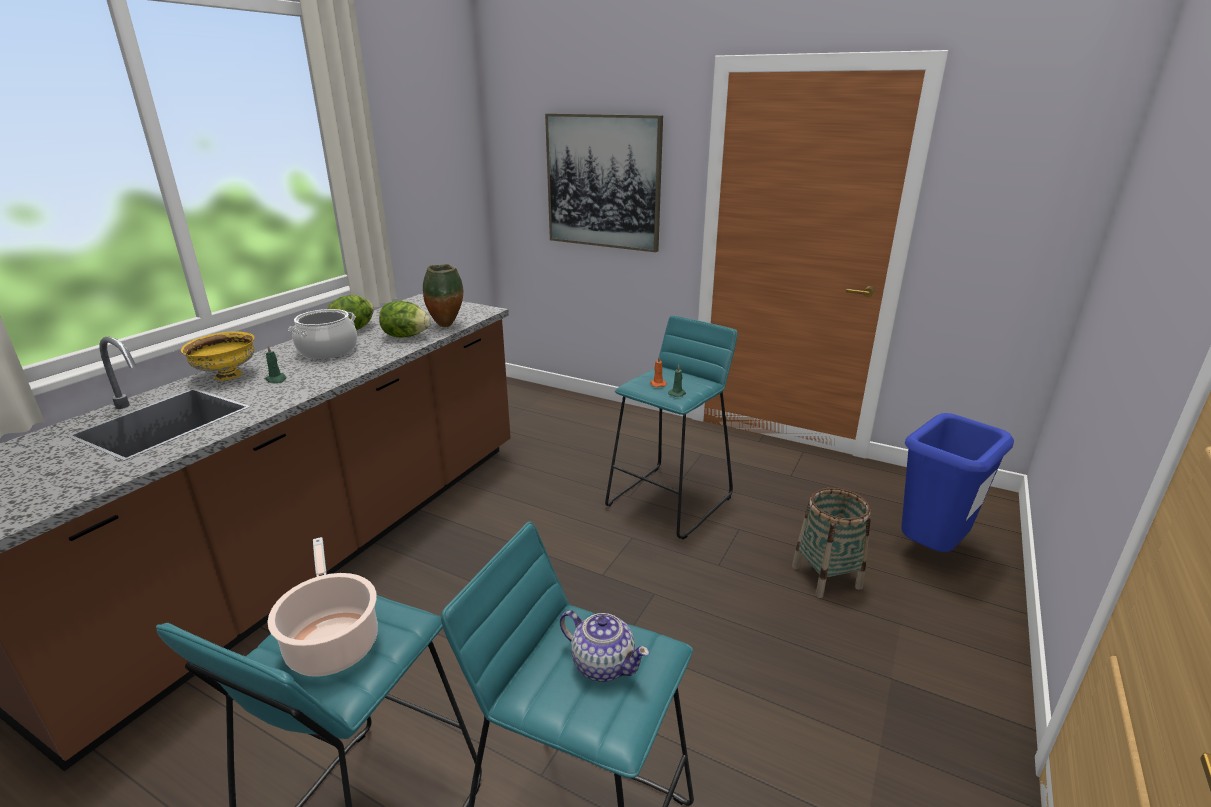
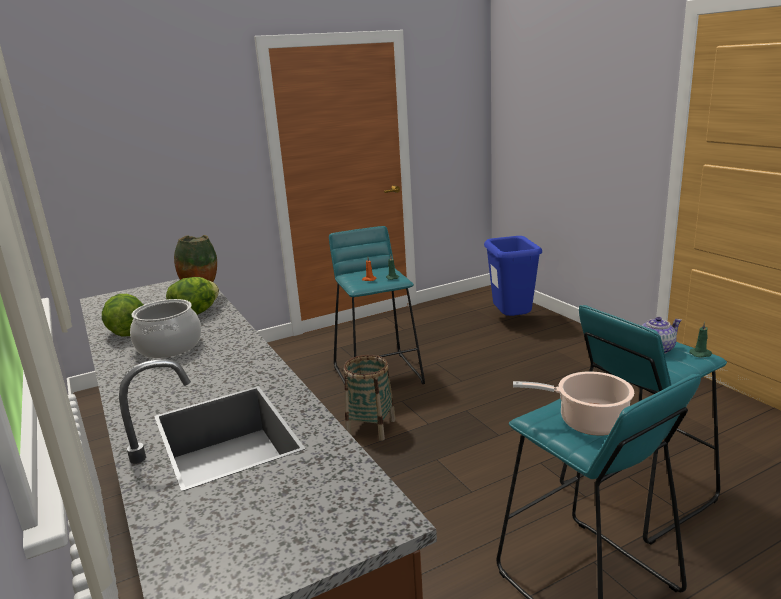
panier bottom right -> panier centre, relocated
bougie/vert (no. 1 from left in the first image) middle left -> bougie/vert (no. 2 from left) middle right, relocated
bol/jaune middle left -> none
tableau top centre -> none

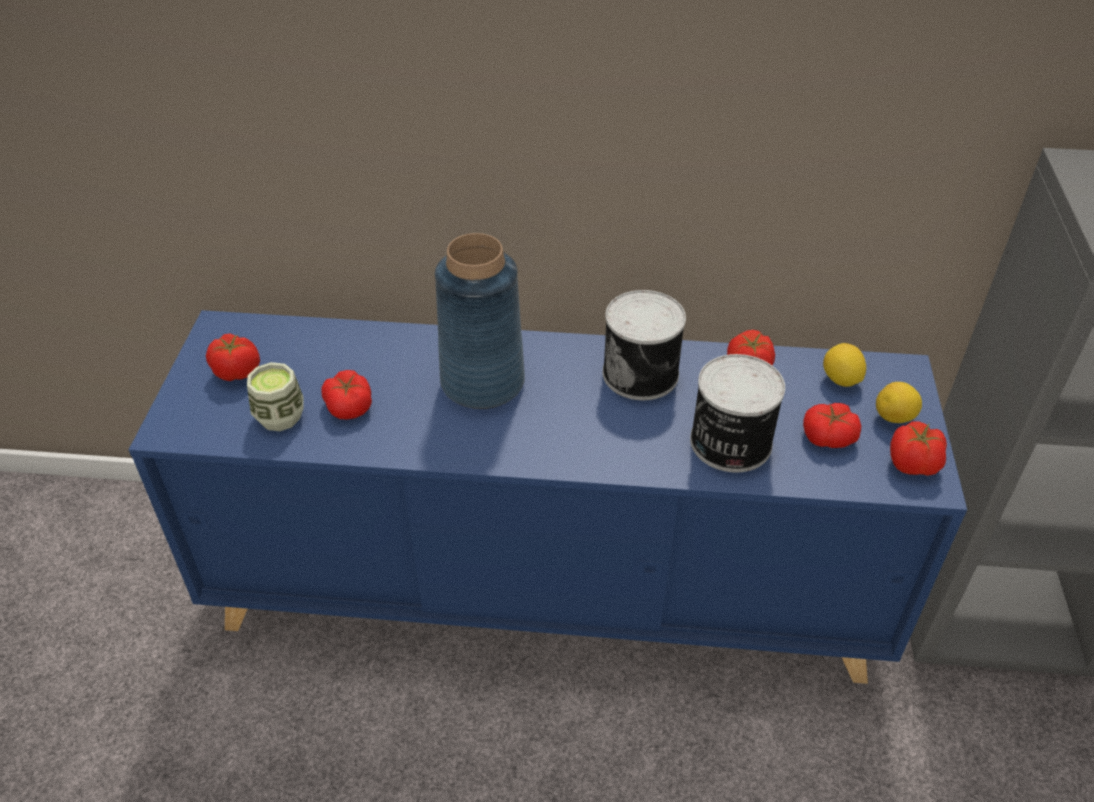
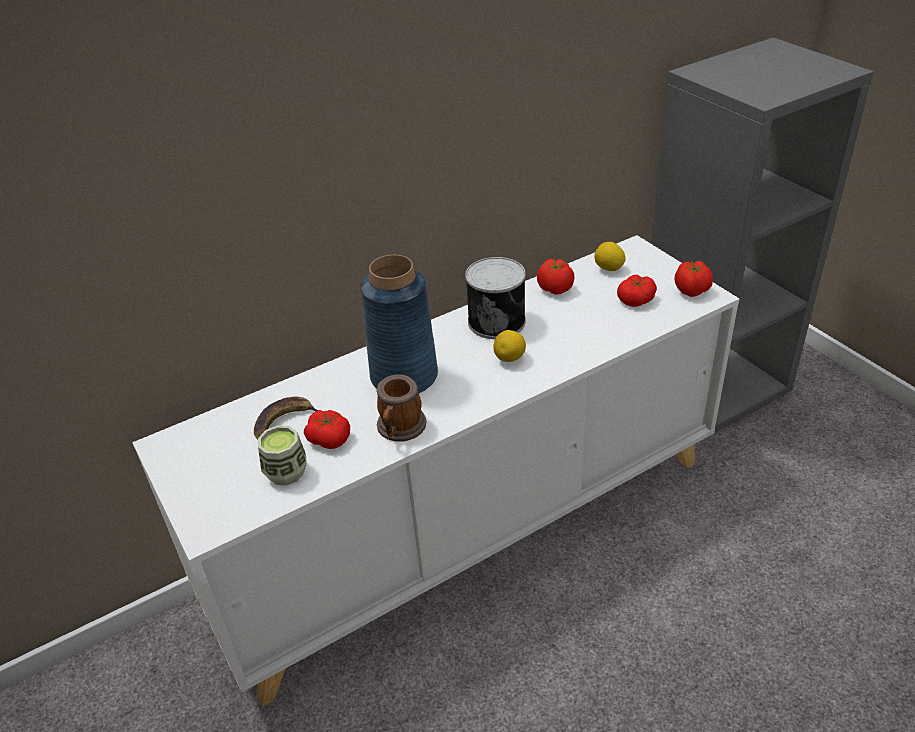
meuble de rangement/bleu centre -> meuble de rangement/blanc centre
none -> banane middle left
none -> mug centre
citron (no. 2 from left in the first image) middle right -> citron (no. 1 from left) centre, relocated
tomate (no. 1 from left) middle left -> none
boîte métallique (no. 2 from left) middle right -> none

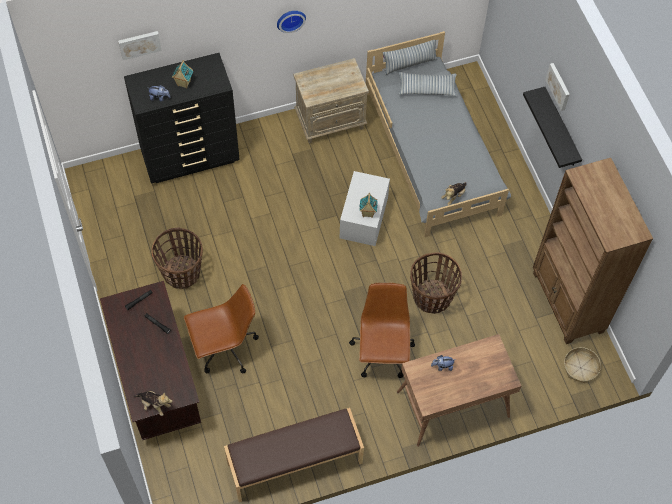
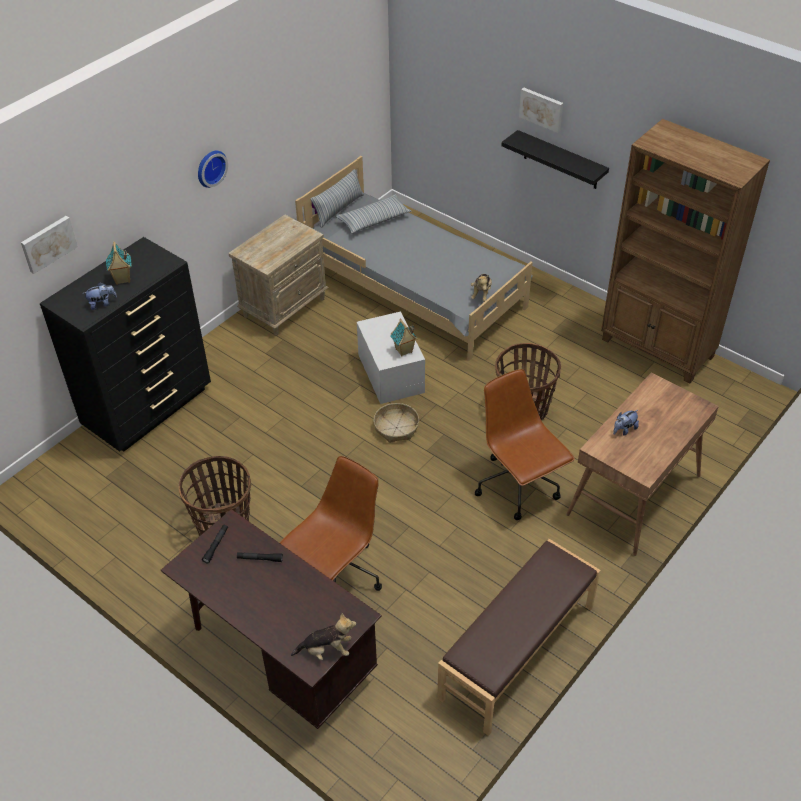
panier (no. 3 from left in the first image) bottom right -> panier (no. 2 from left) centre, relocated

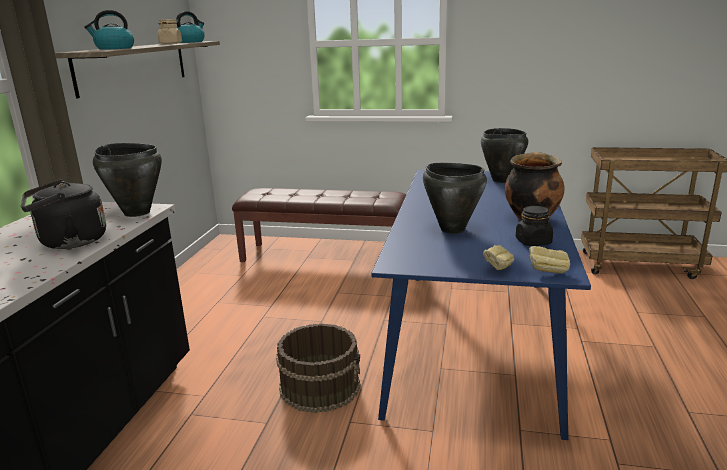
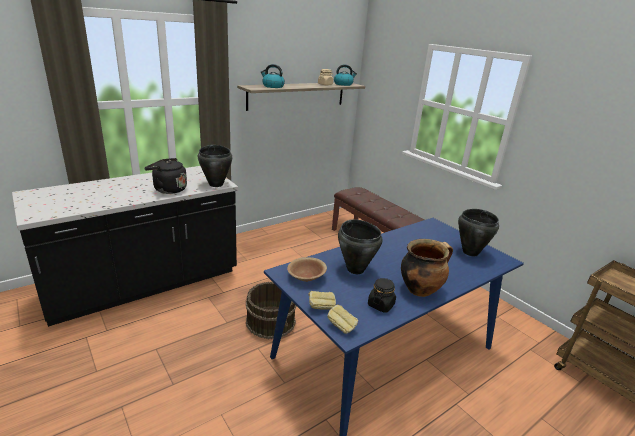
none -> bol/marron centre

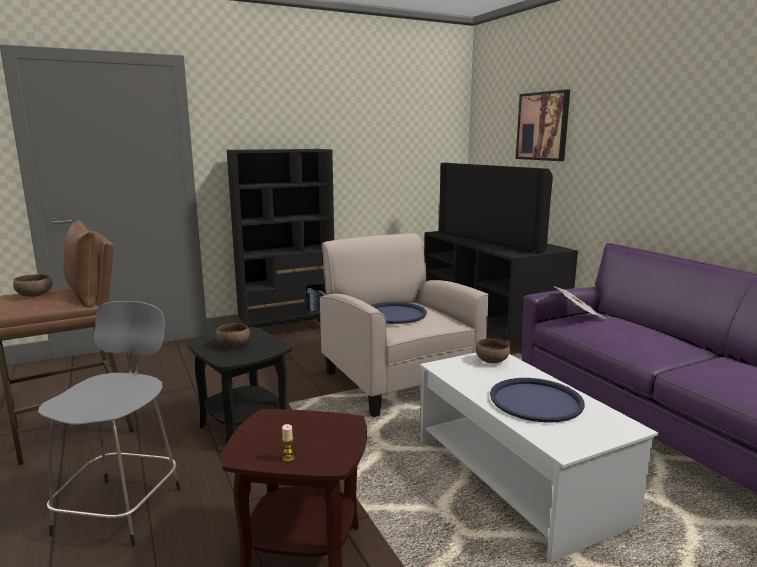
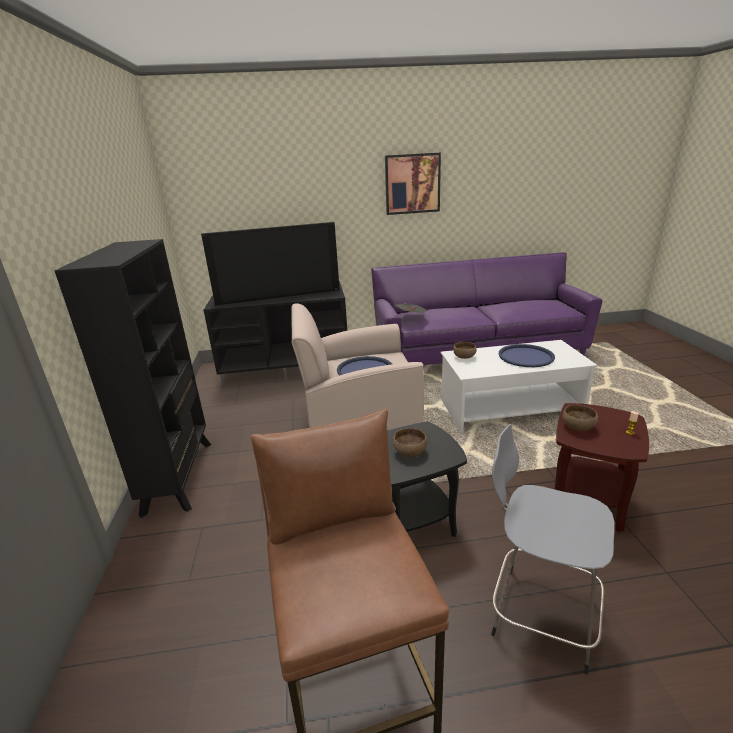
tableau top right -> tableau top centre, relocated
bol/marron (no. 1 from left in the first image) middle left -> bol/marron (no. 3 from left) middle right, relocated

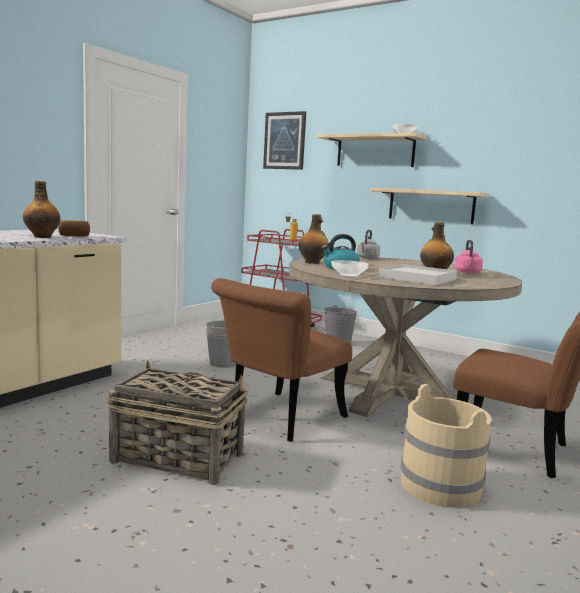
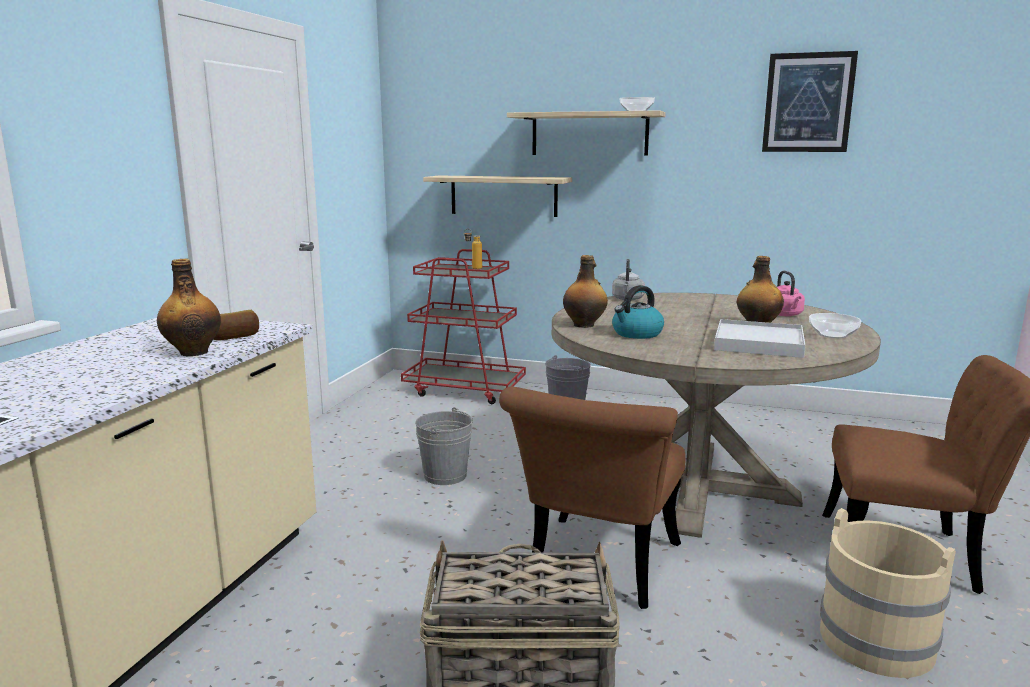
étagère (no. 2 from left in the first image) middle right -> étagère (no. 1 from left) top centre, relocated
tableau top centre -> tableau top right, relocated
bol (no. 1 from left in the first image) centre -> bol (no. 2 from left) middle right, relocated

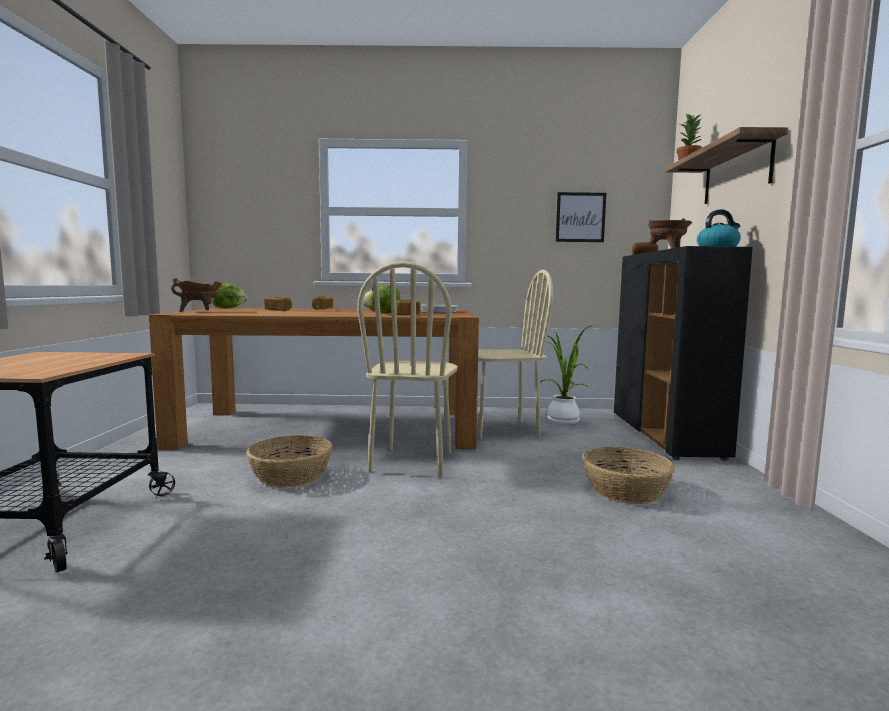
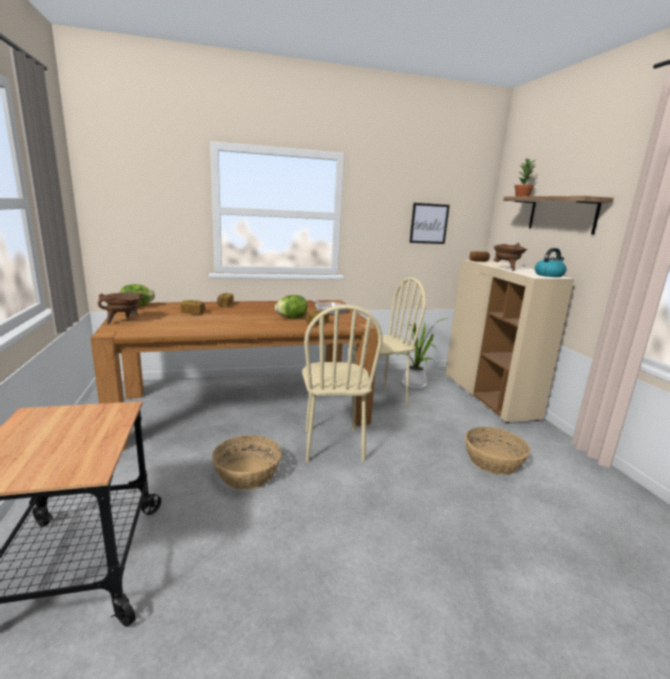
meuble de rangement/noir middle right -> meuble de rangement/beige middle right

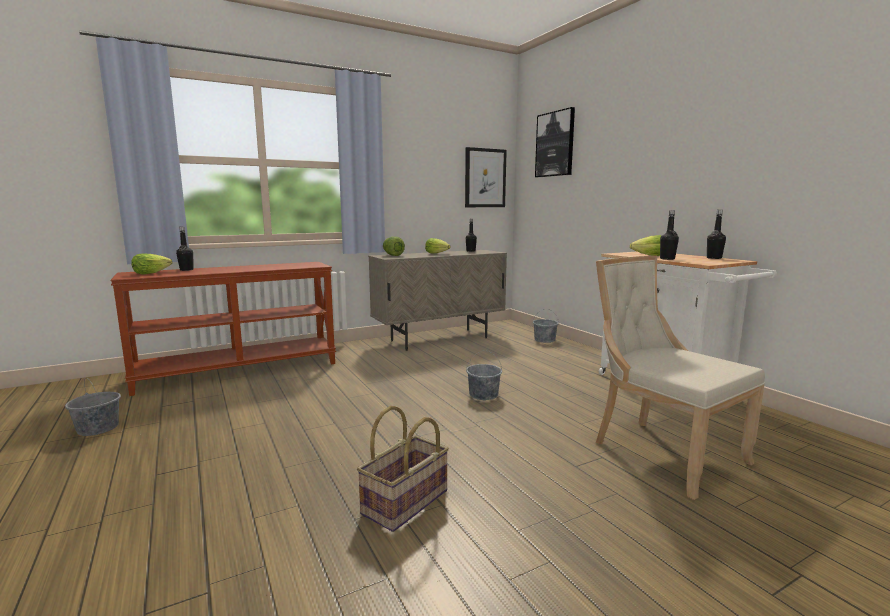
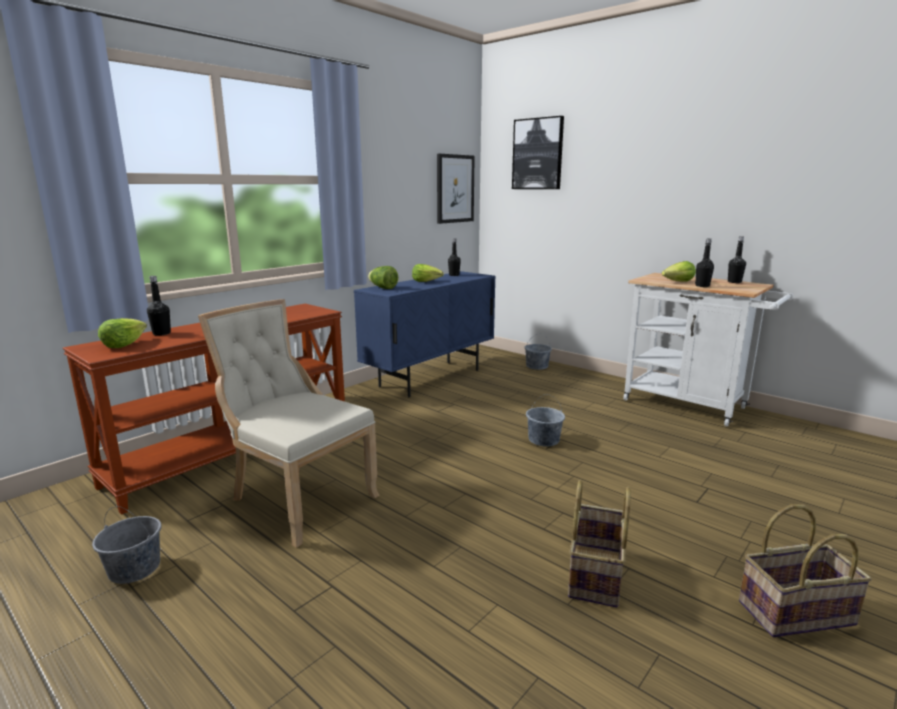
chaise/beige middle right -> chaise/beige middle left, relocated
meuble de rangement/beige centre -> meuble de rangement/bleu centre
none -> panier (no. 2 from left) bottom right

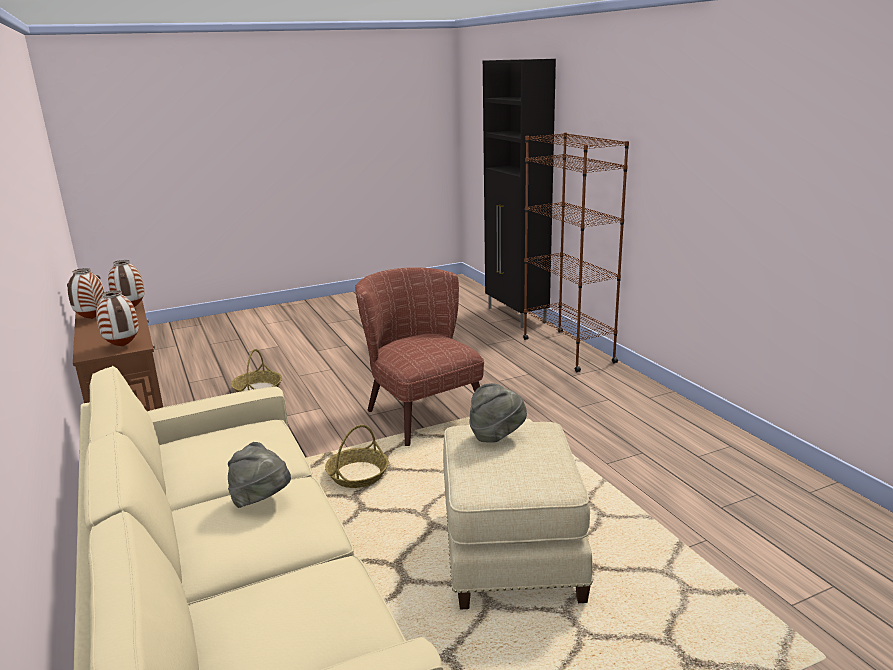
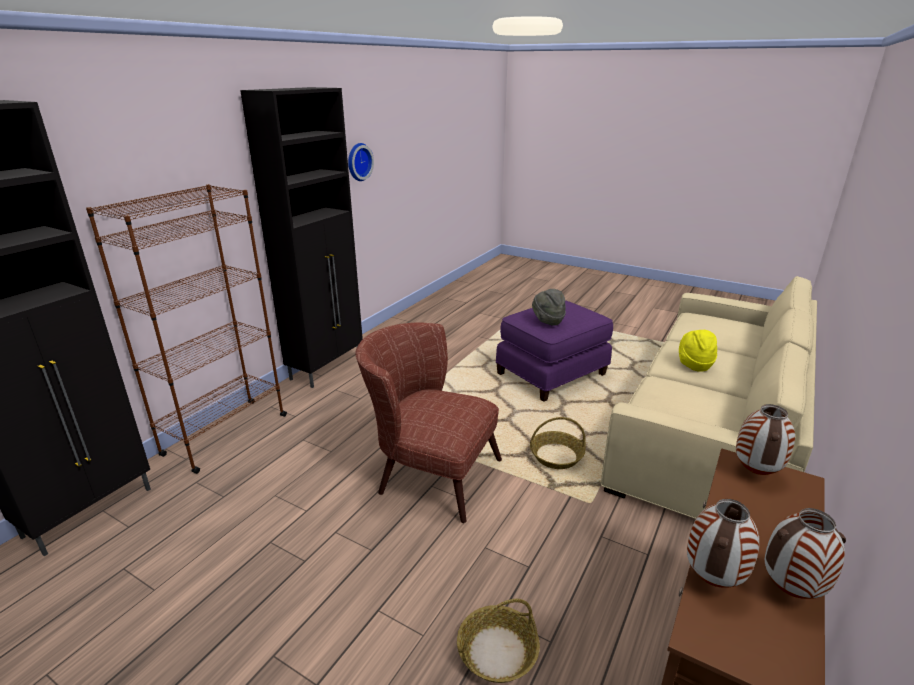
none -> meuble de rangement/noir (no. 2 from left) middle left
none -> horloge murale top centre
fauteuil/marron centre, 90 degrees clockwise
pouf/beige bottom centre -> pouf/violet centre
chapeau/gris (no. 1 from left) bottom left -> chapeau/jaune middle right

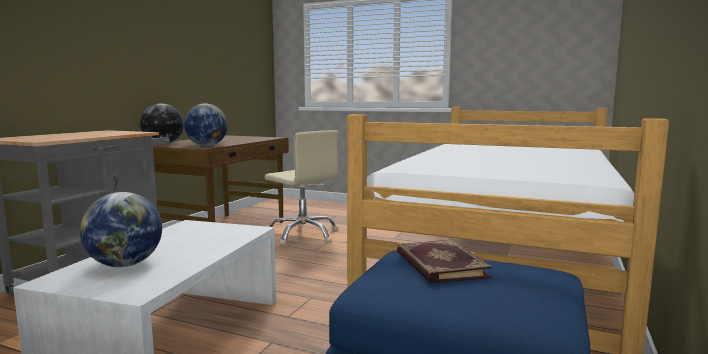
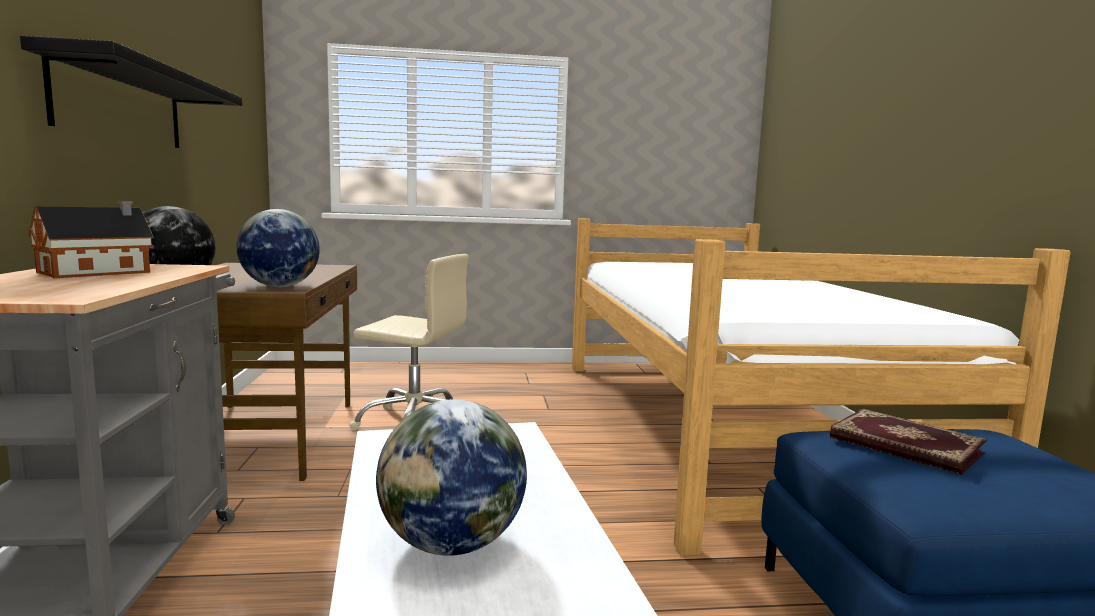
none -> étagère/noir top left
none -> maison miniature middle left

